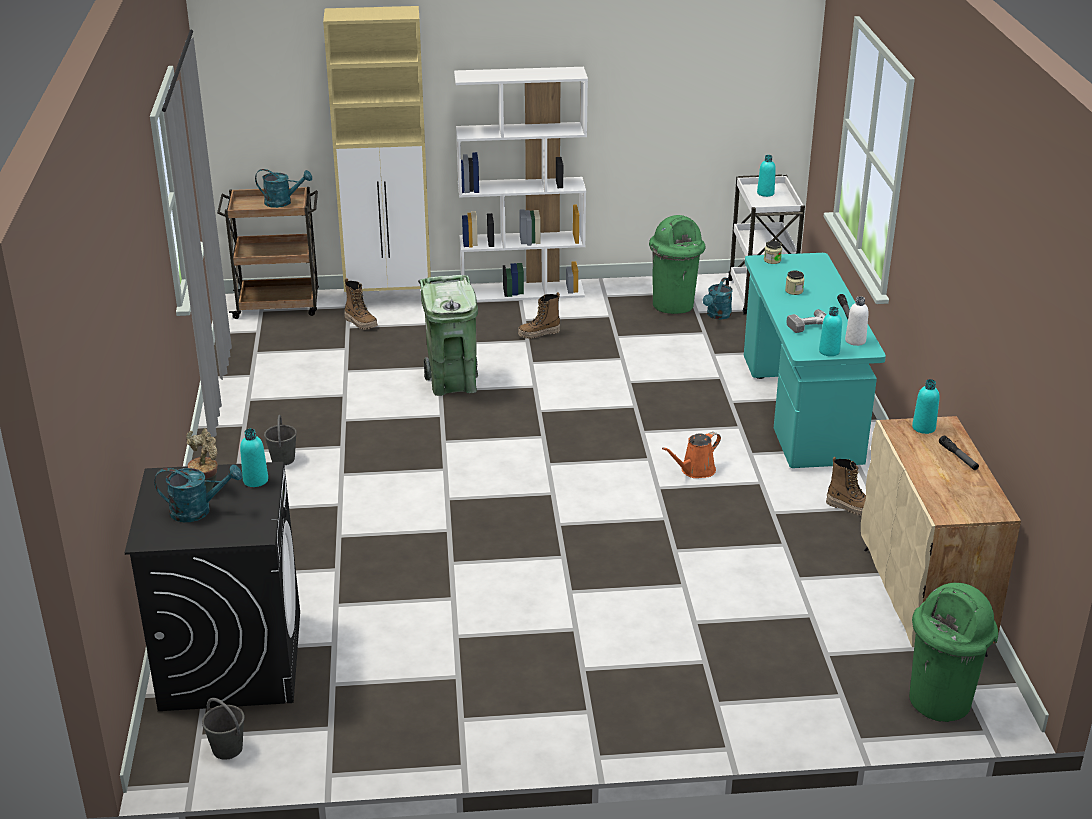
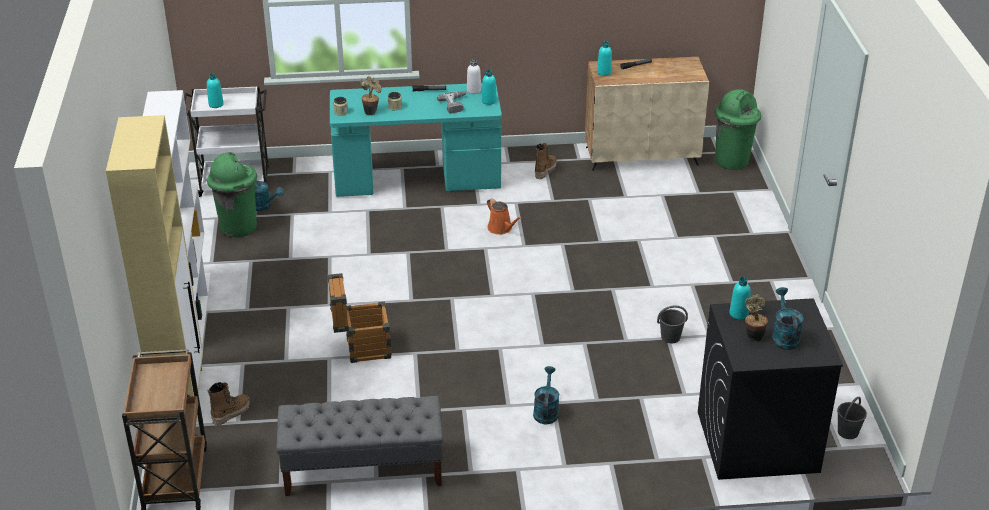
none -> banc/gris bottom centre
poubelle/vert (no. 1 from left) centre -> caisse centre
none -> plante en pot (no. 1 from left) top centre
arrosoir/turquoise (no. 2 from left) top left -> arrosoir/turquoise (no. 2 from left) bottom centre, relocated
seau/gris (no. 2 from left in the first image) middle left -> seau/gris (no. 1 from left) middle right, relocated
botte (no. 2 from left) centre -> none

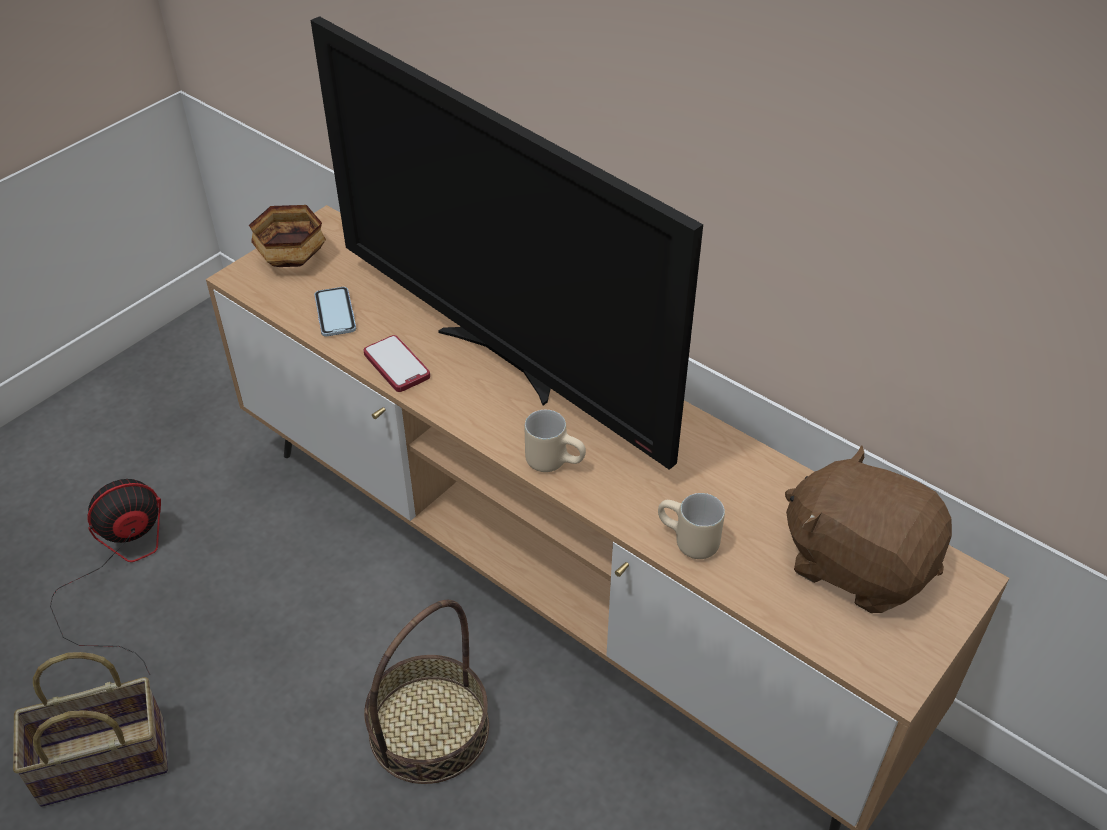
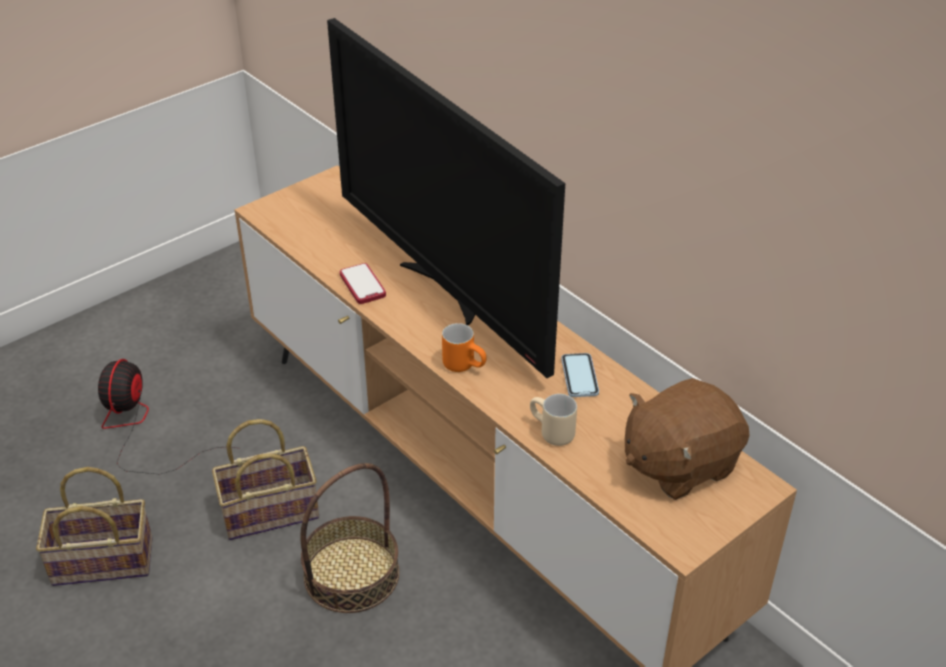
ventilateur bottom left -> ventilateur middle left, 60 degrees counterclockwise
none -> panier (no. 2 from left) bottom left
mug/beige (no. 1 from left) centre -> mug/orange centre
téléphone (no. 1 from left in the first image) middle left -> téléphone (no. 2 from left) centre, relocated
peluche/marron middle right, 75 degrees counterclockwise
bol top left -> none

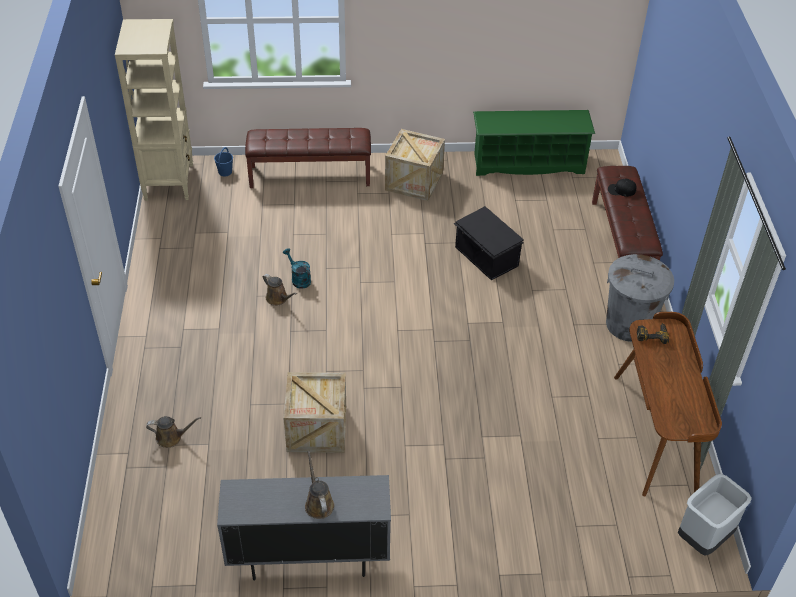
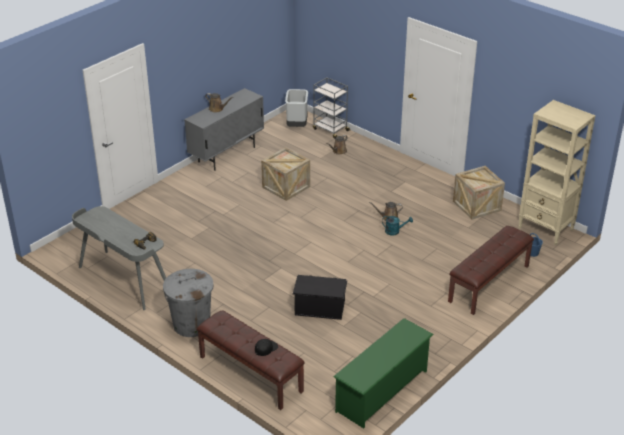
bureau/marron bottom right -> bureau/gris middle left
poubelle/gris (no. 2 from left) bottom right -> poubelle/gris (no. 2 from left) top centre, relocated
none -> chariot/gris top centre
caisse (no. 2 from left) top centre -> caisse (no. 2 from left) middle right, relocated

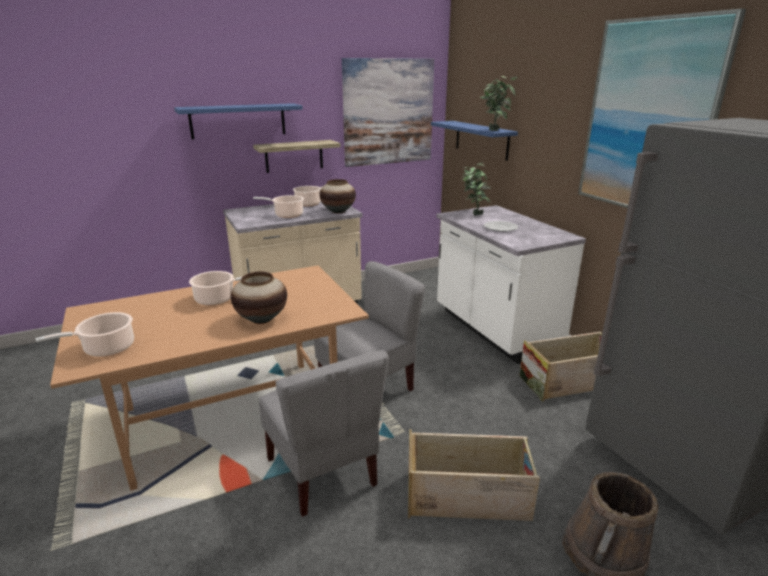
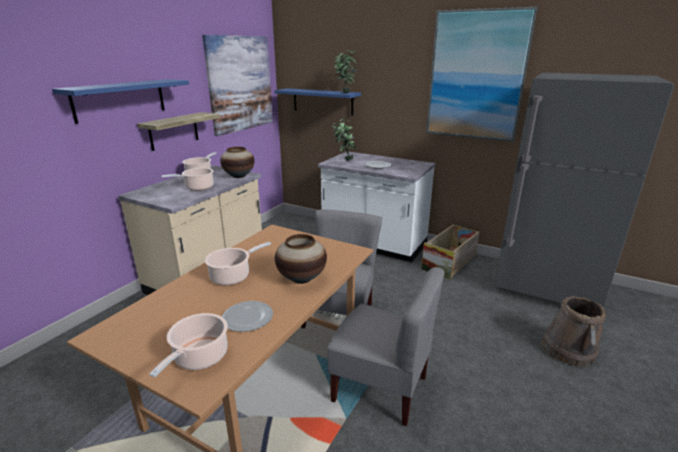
none -> assiette (no. 1 from left) bottom centre
caisse (no. 1 from left) bottom centre -> none

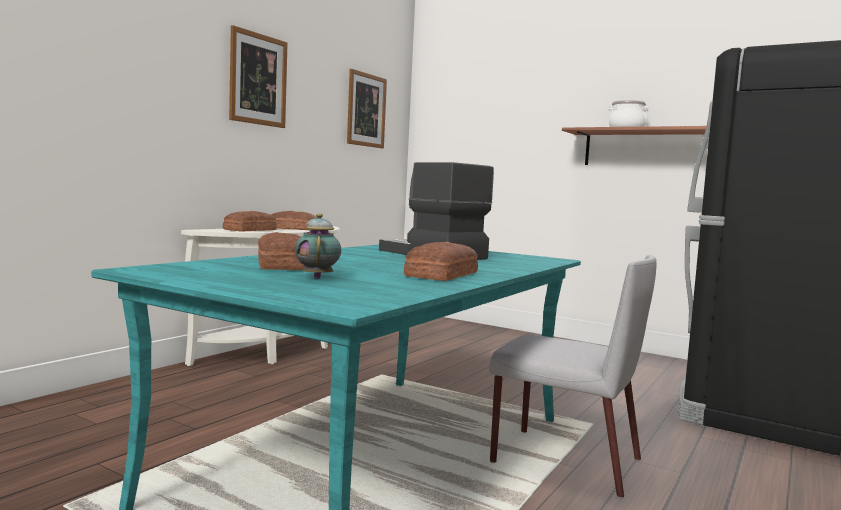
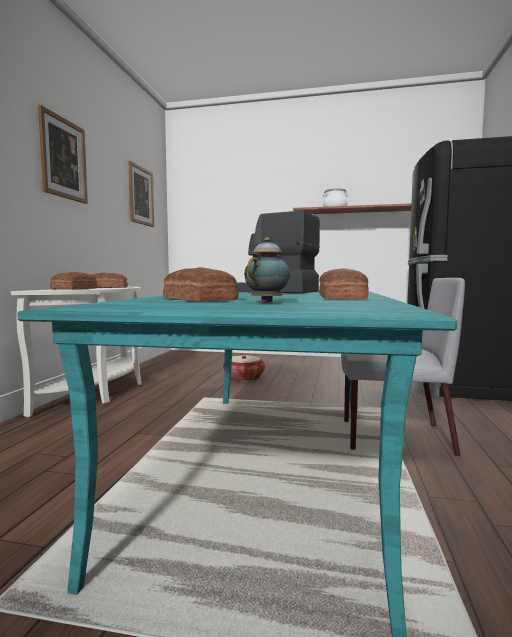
none -> panier centre
théière centre, 60 degrees clockwise

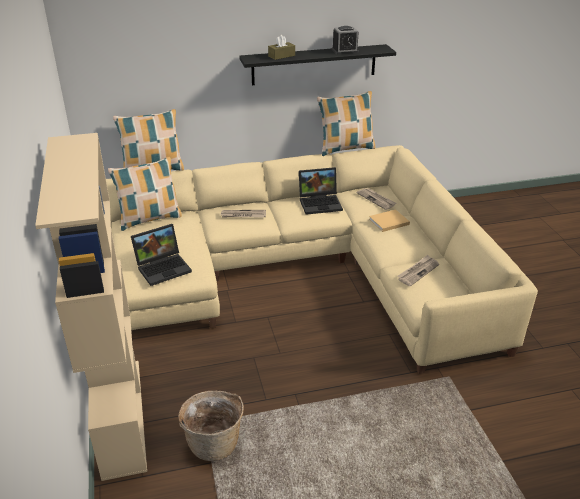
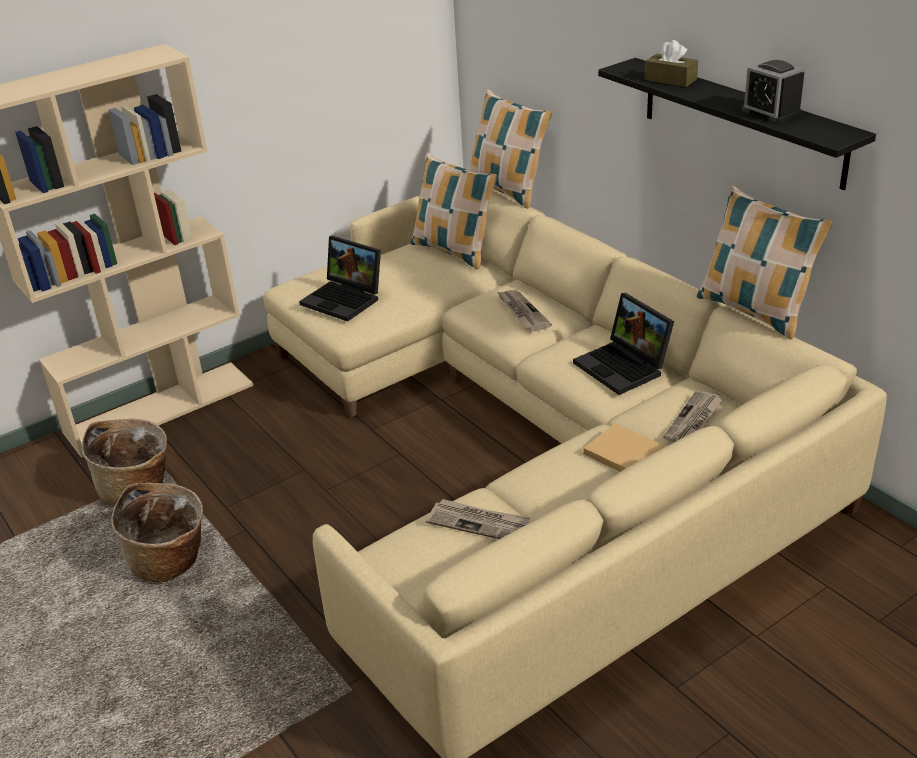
none -> panier (no. 2 from left) bottom left

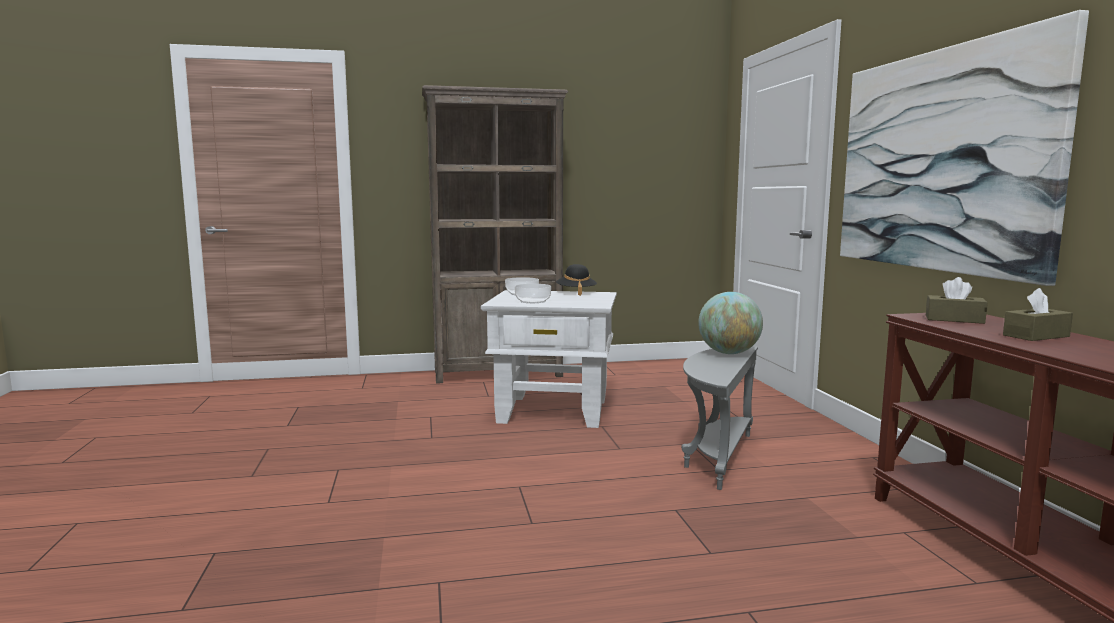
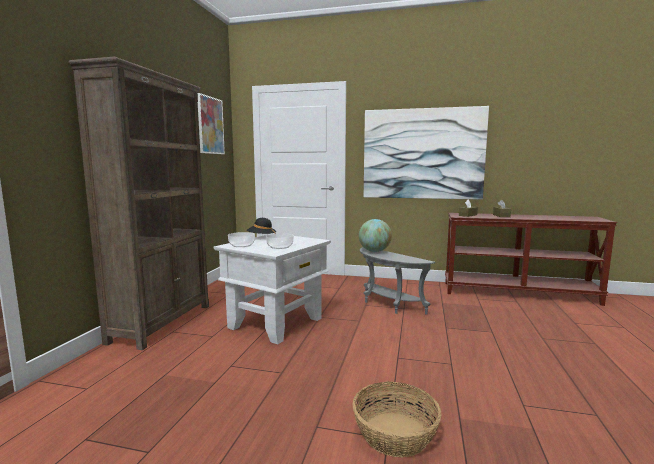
none -> tableau (no. 1 from left) top left
none -> panier bottom centre

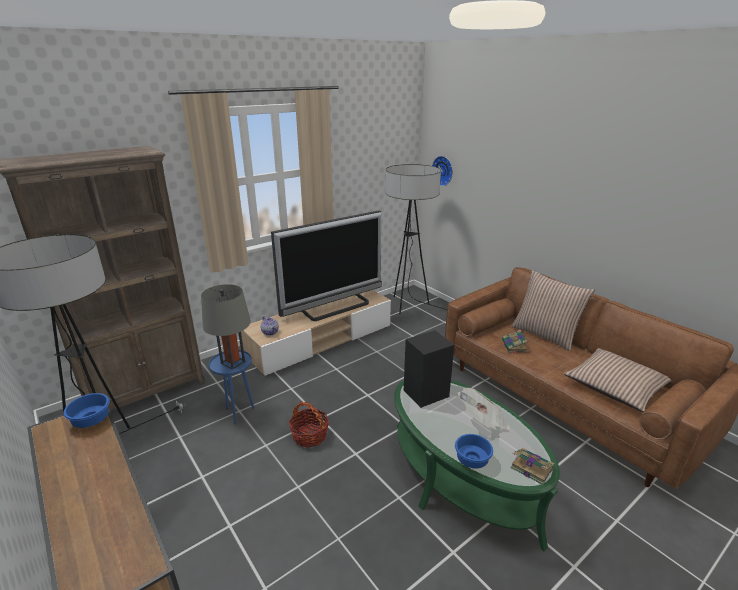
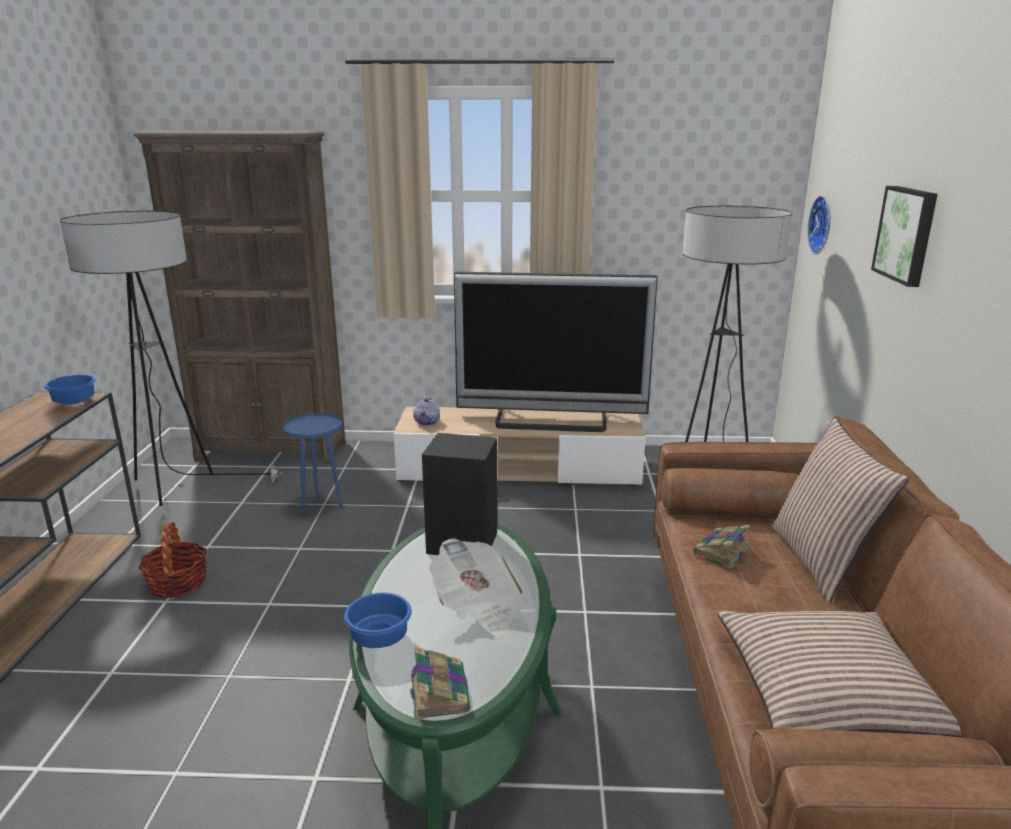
panier bottom centre -> panier bottom left, relocated
none -> tableau top right
lampe de table/gris middle left -> none

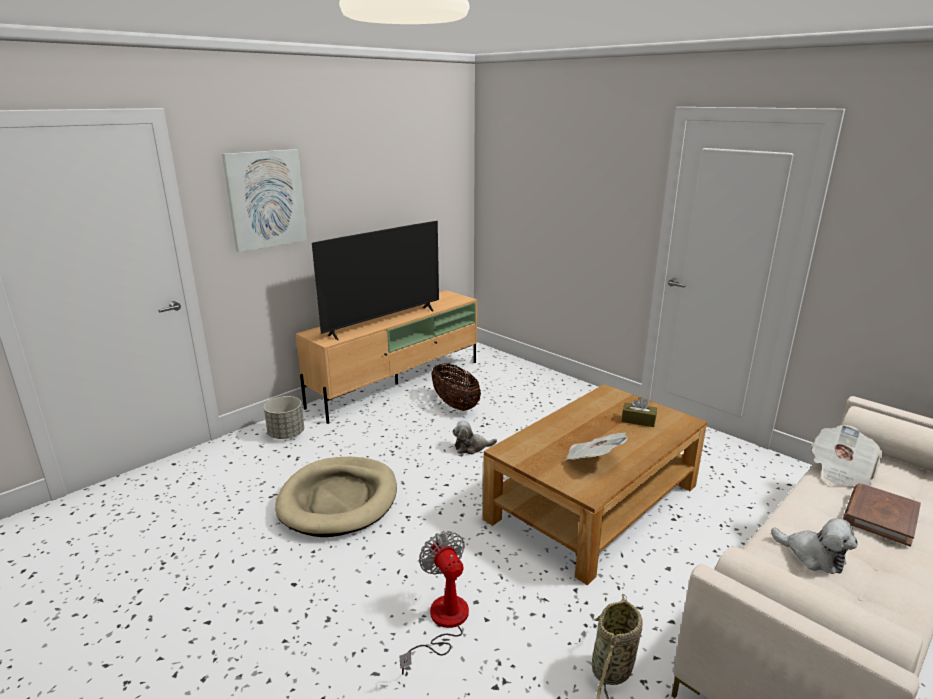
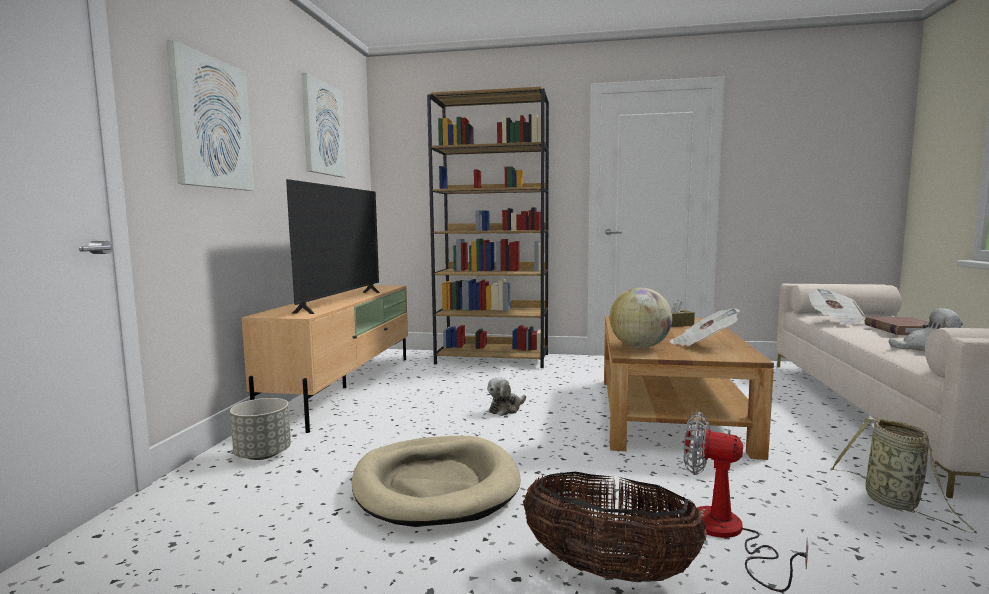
none -> tableau (no. 2 from left) top left
none -> bibliothèque/marron centre
panier (no. 1 from left) centre -> panier (no. 1 from left) bottom centre, relocated
none -> globe centre

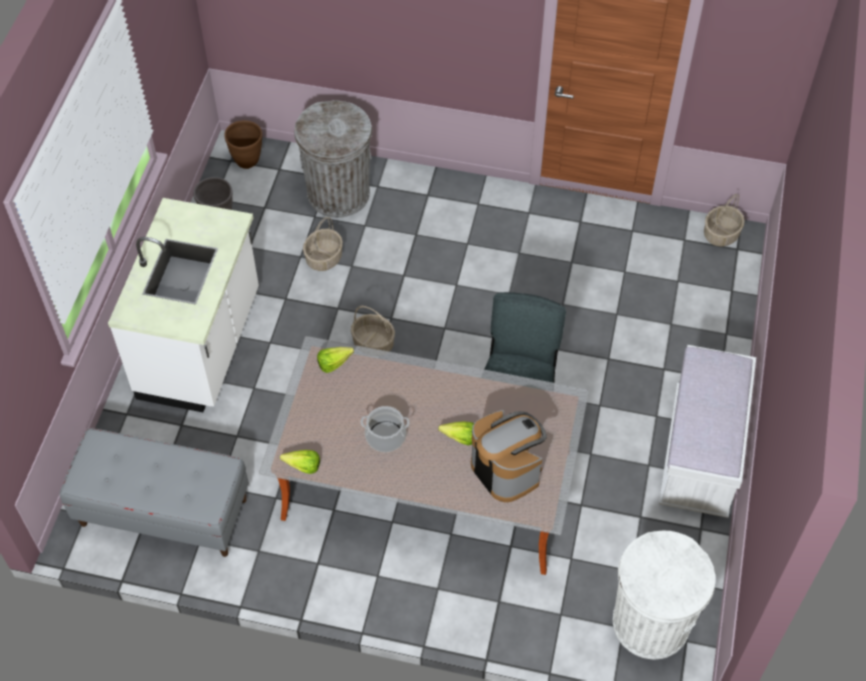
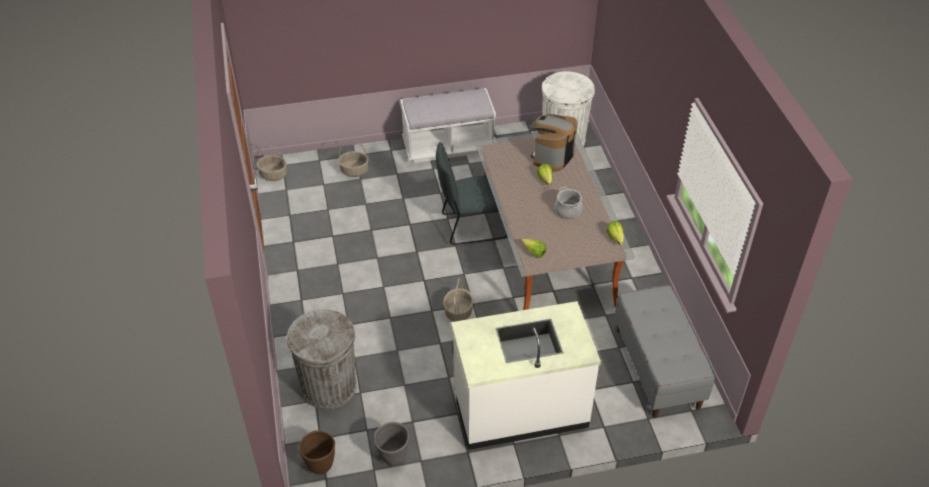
panier (no. 1 from left in the first image) centre -> panier (no. 2 from left) top centre, relocated

